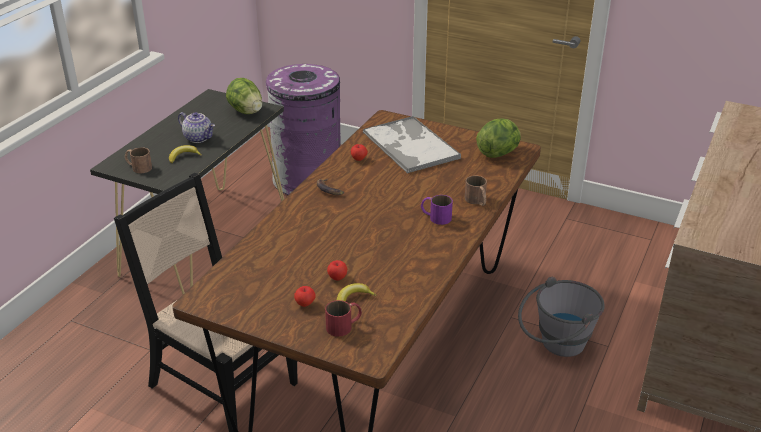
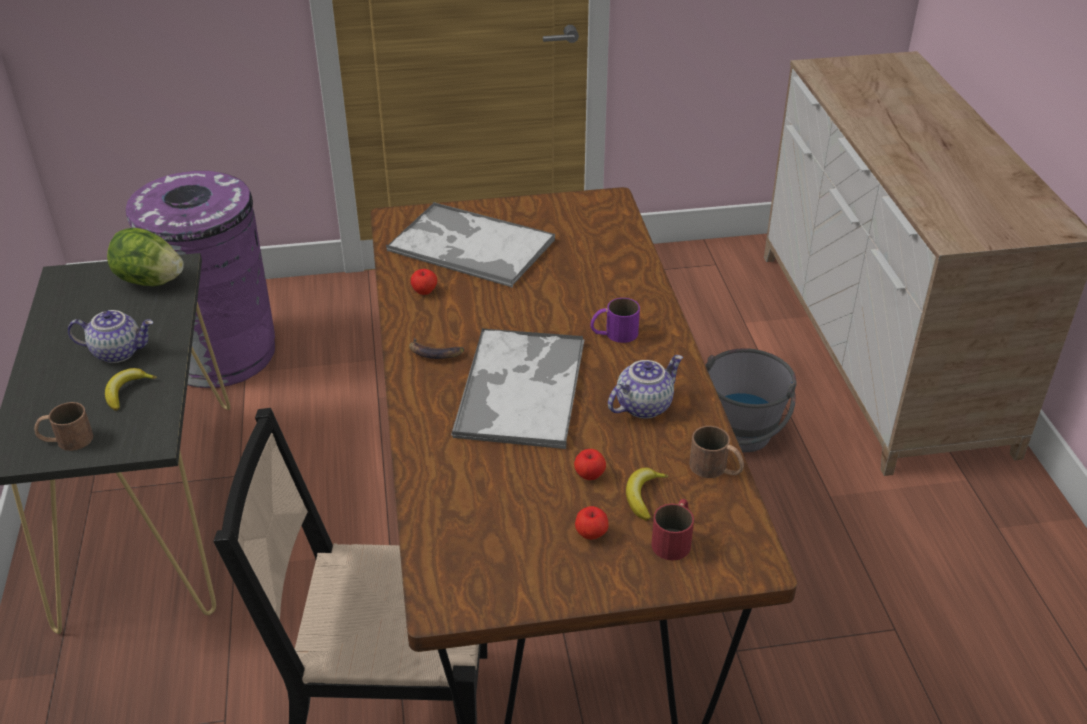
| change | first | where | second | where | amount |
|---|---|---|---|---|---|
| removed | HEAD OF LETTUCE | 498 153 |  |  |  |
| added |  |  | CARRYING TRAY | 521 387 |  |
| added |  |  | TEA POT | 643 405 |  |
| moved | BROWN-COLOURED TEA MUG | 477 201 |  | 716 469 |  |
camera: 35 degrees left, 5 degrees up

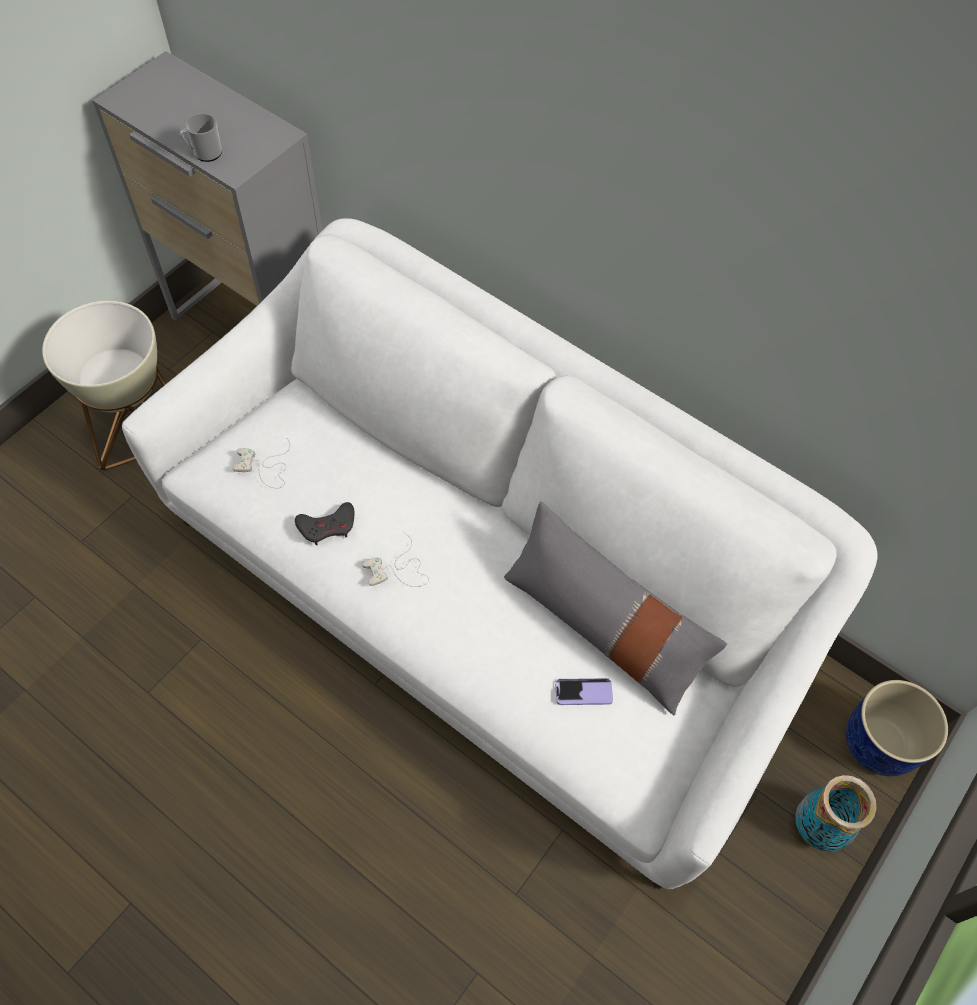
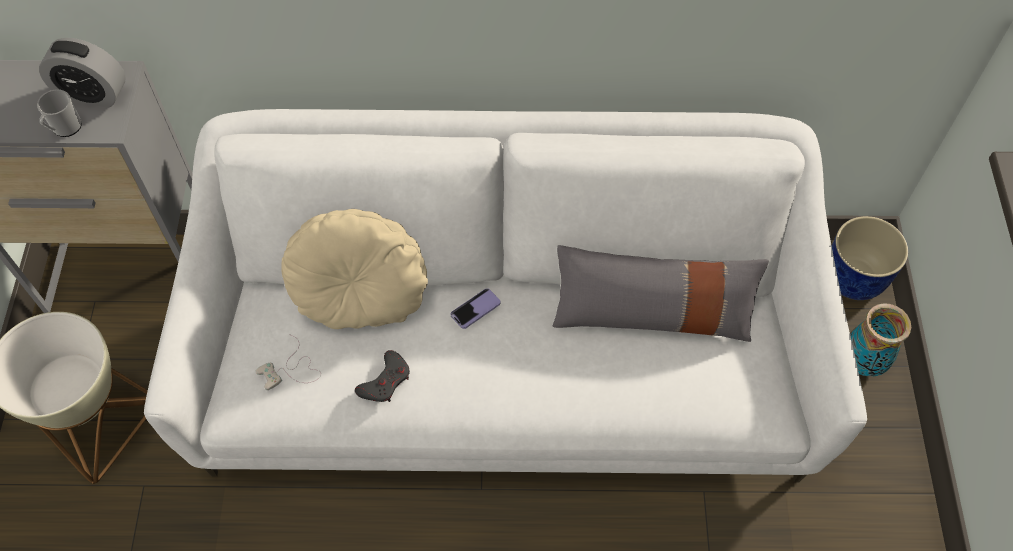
| change | first | where | second | where | amount |
|---|---|---|---|---|---|
| removed | WHITISH GAME CONTROLLER | 398 569 |  |  |  |
| added |  |  | BEDSIDE CLOCK | 92 94 |  |
| added |  |  | BEIGE-COLOURED THROW PILLOW | 362 303 |  |
| moved | HANDSET | 583 692 |  | 475 309 |  |
camera: 35 degrees left, 0 degrees up

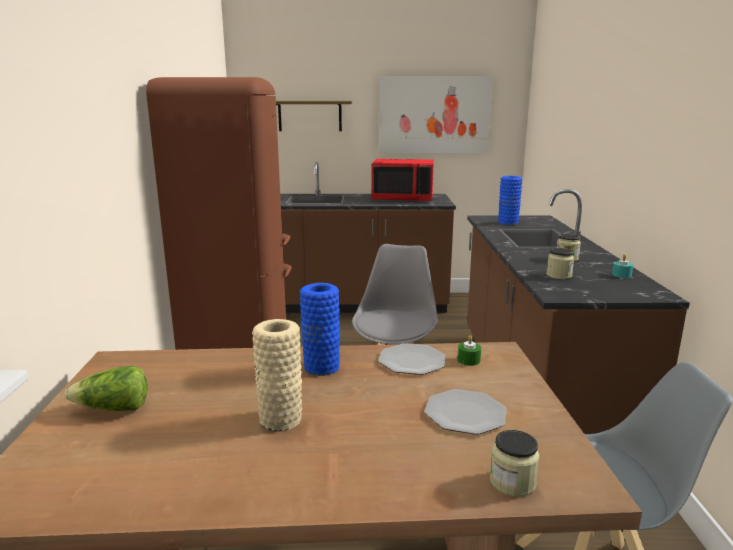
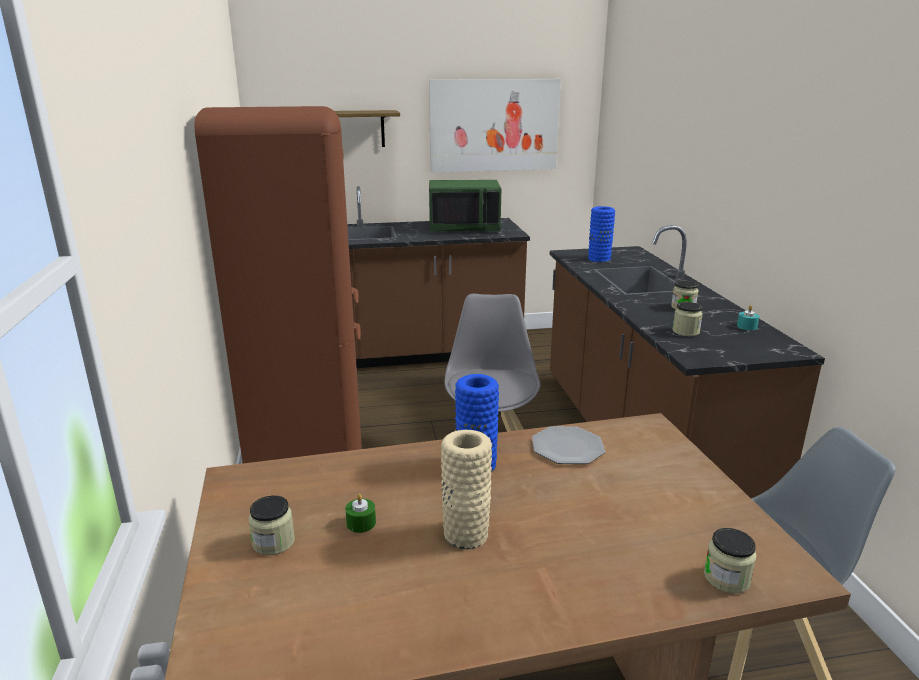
| change | first | where | second | where | amount |
|---|---|---|---|---|---|
| removed | FLAT DISH | 465 413 |  |  |  |
| moved | GREENISH WAX LIGHT | 468 360 |  | 361 523 |  |
| replaced | HEAD OF LETTUCE | 113 409 | STORAGE JAR | 273 542 |  |
| recoloured | REDDISH MICROWAVE | 403 198 | GREENISH MICROWAVE | 464 227 |  |
camera: 10 degrees left, 5 degrees up

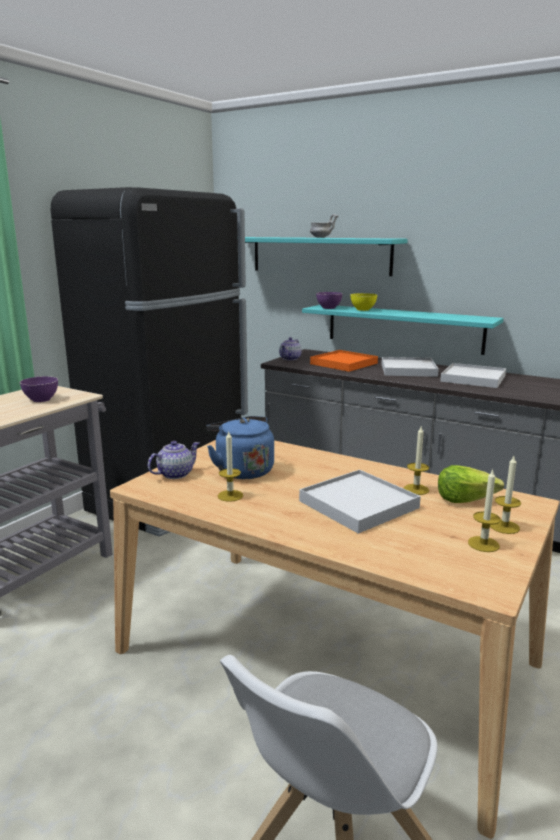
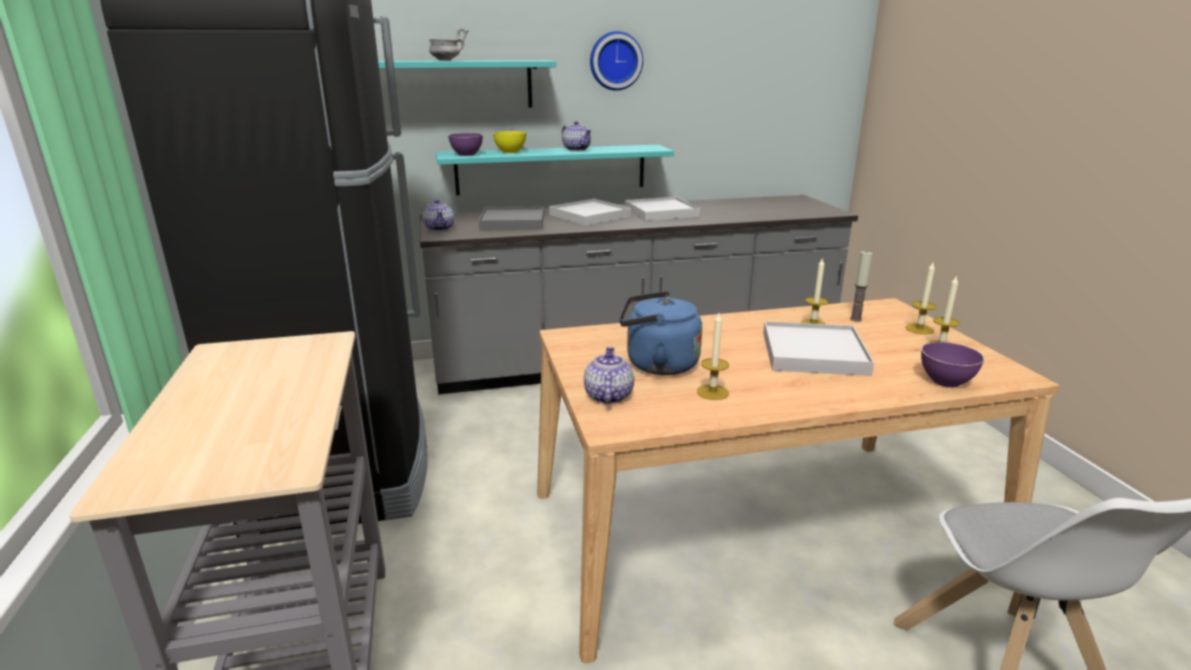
| change | first | where | second | where | amount |
|---|---|---|---|---|---|
| added |  |  | TEA POT | 576 149 |  |
| added |  |  | HANGING CLOCK | 615 61 |  |
| moved | PURPLE-COLOURED SERVING BOWL | 41 399 |  | 946 381 |  |
| replaced | HEAD OF LETTUCE | 465 499 | WAX LIGHT | 855 319 |  |
| recoloured | ORANGE CARRYING TRAY | 344 363 | GREY CARRYING TRAY | 513 222 |  |
camera: 45 degrees left, 5 degrees up

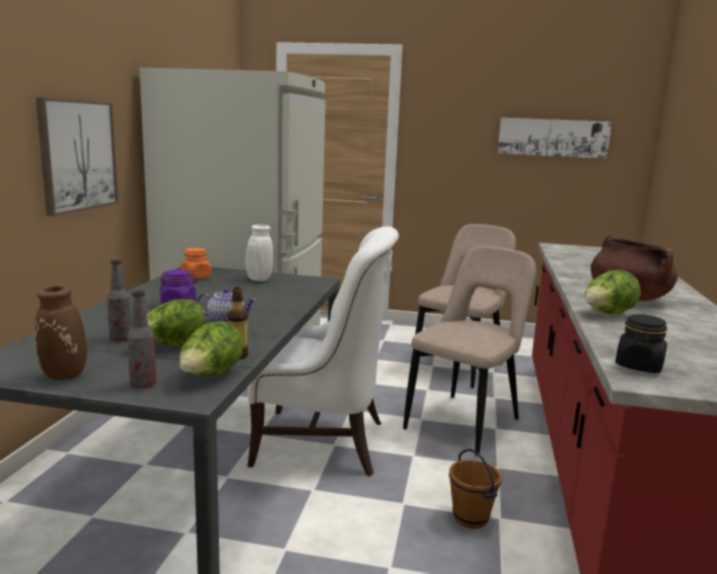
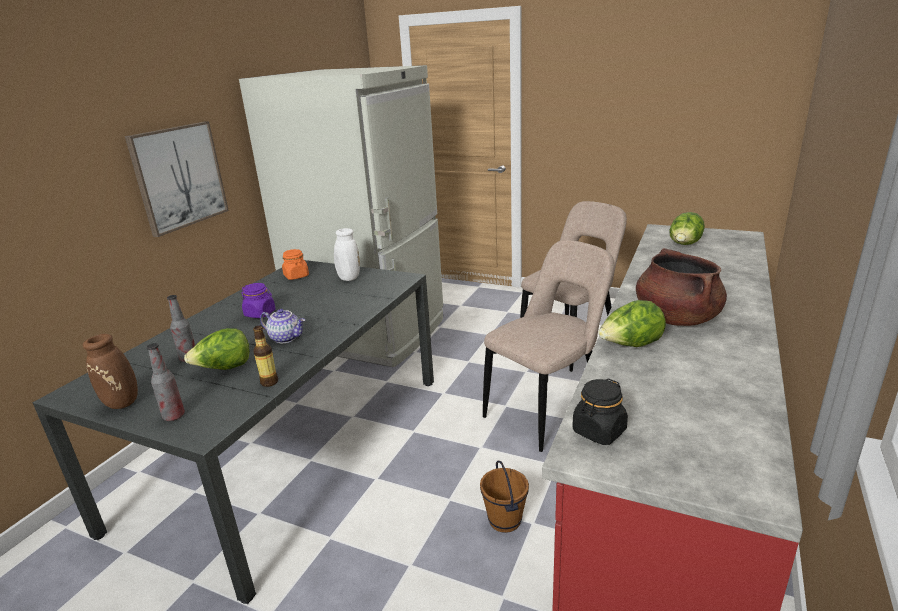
| change | first | where | second | where | amount |
|---|---|---|---|---|---|
| removed | WHITISH PLAIN CHAIR | 322 442 |  |  |  |
| removed | PICTURE | 552 137 |  |  |  |
| moved | HEAD OF LETTUCE | 210 376 |  | 684 245 |  |
camera: 15 degrees right, 10 degrees up

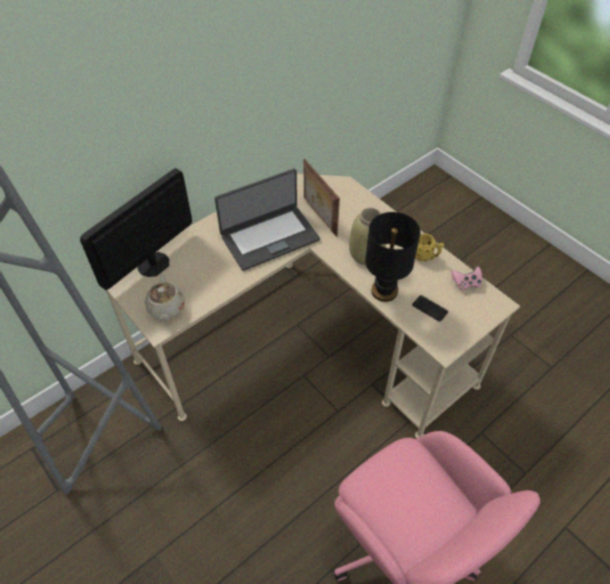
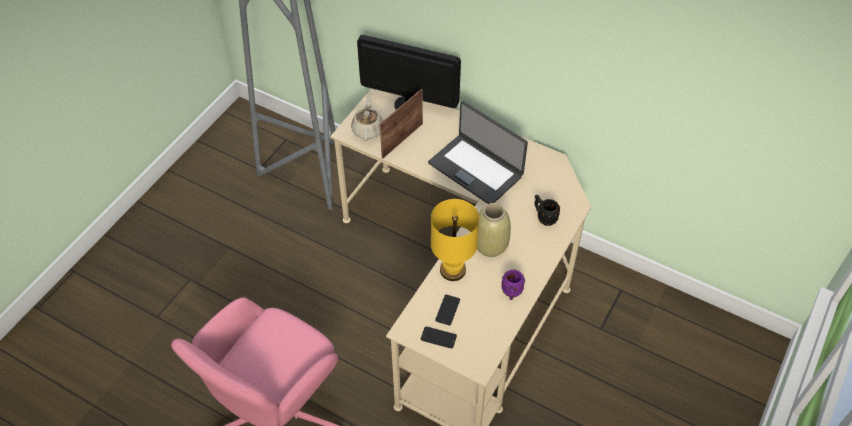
| change | first | where | second | where | amount |
|---|---|---|---|---|---|
| removed | PINK GAME CONTROLLER | 466 283 |  |  |  |
| added |  |  | HANDSET | 438 337 |  |
| added |  |  | BLACKISH TEA MUG | 544 217 |  |
| moved | PHOTO FRAME | 319 216 |  | 401 140 |  |
| recoloured | BLACKISH TABLETOP LAMP | 383 291 | YELLOW TABLETOP LAMP | 452 269 |  |
| recoloured | YELLOW TEA MUG | 425 257 | PURPLE-COLOURED TEA MUG | 511 293 |  |
| turned | BEIGE-COLOURED TEA POT | 166 308 |  | 368 130 | 120 degrees clockwise |
camera: 70 degrees right, 0 degrees up

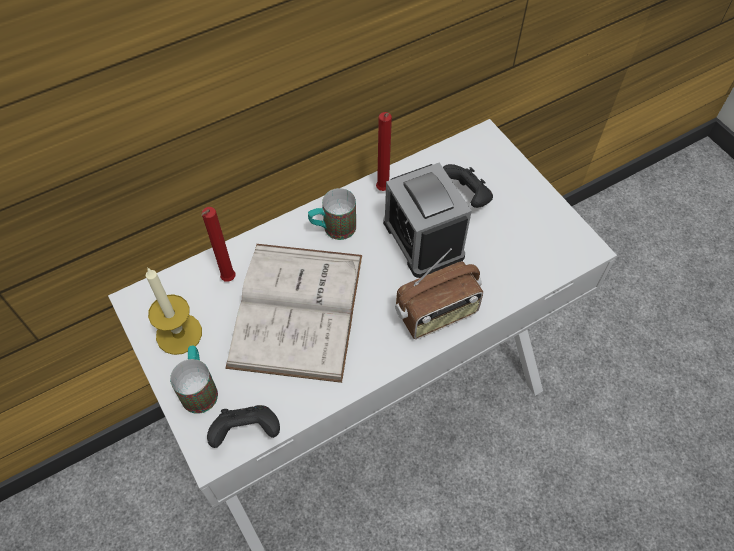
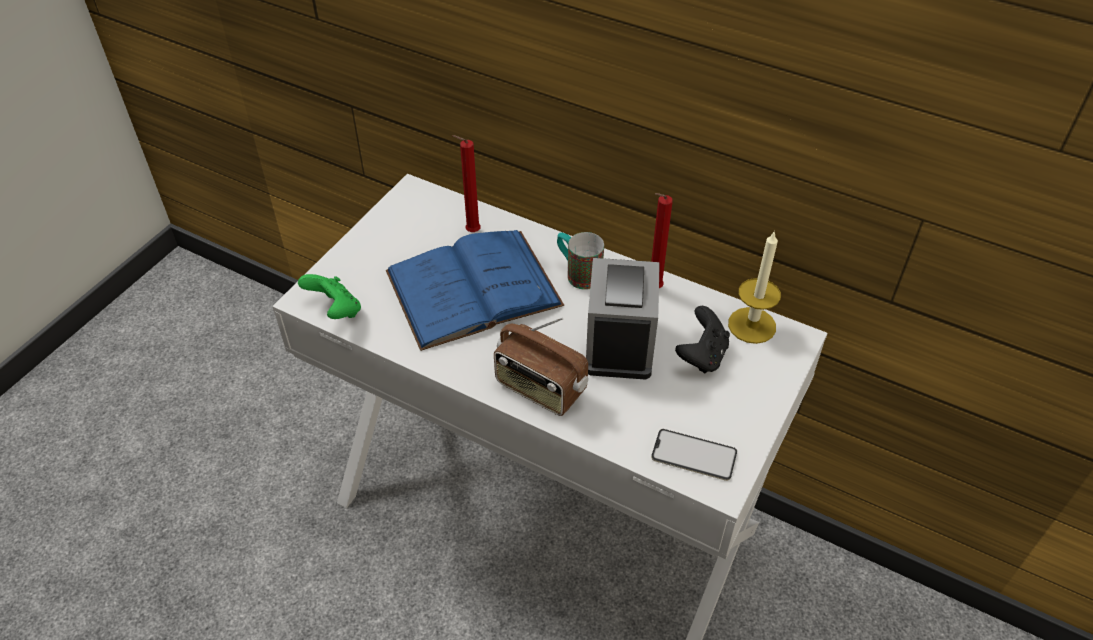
| change | first | where | second | where | amount |
|---|---|---|---|---|---|
| removed | TEA MUG | 199 388 |  |  |  |
| added |  |  | HANDSET | 694 455 |  |
| moved | WAX LIGHT | 179 334 |  | 752 325 |  |
| recoloured | BLACKISH GAME CONTROLLER | 247 432 | GREENISH GAME CONTROLLER | 335 311 |  |
| recoloured | WHITISH VOLUME | 297 309 | BLUISH VOLUME | 473 288 |  |
| turned | BEDSIDE CLOCK | 423 239 |  | 619 342 | 150 degrees clockwise |
camera: 60 degrees right, 10 degrees down

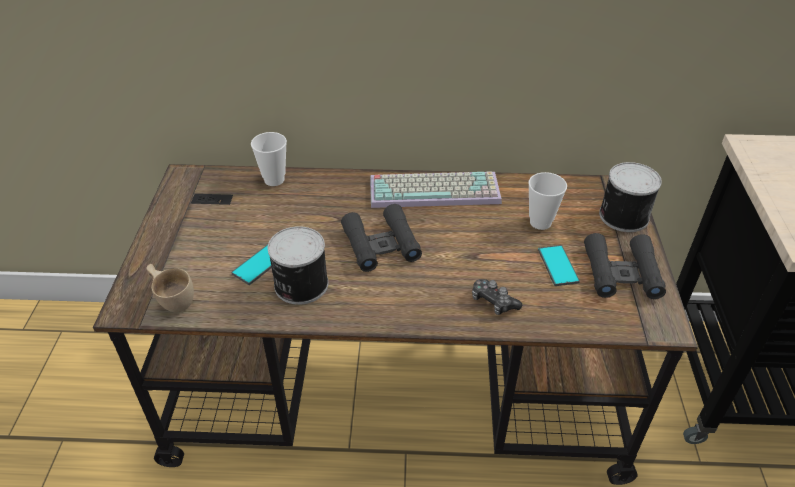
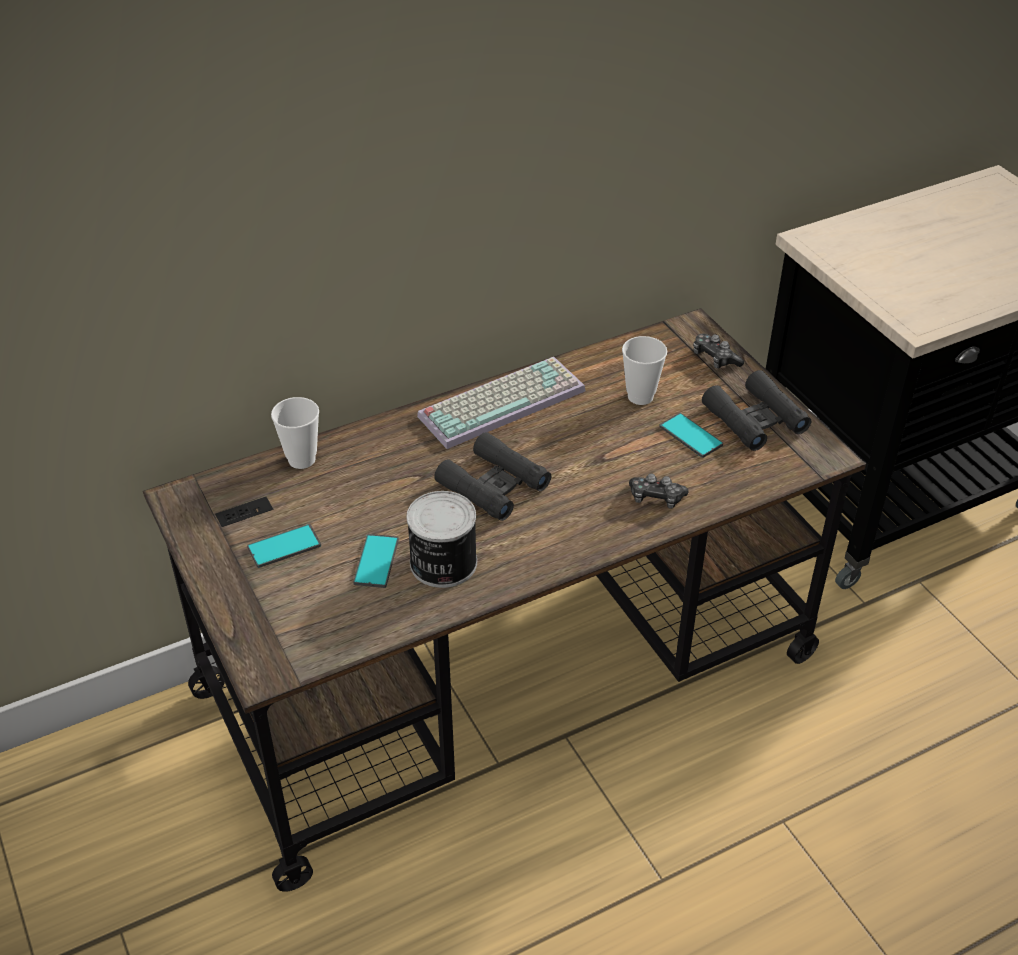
| change | first | where | second | where | amount |
|---|---|---|---|---|---|
| removed | BEIGE-COLOURED SMALL CUP | 173 298 |  |  |  |
| added |  |  | HANDSET | 284 546 |  |
| replaced | SEALED CAN | 622 215 | GAME CONTROLLER | 715 358 |  |
camera: 30 degrees left, 0 degrees up

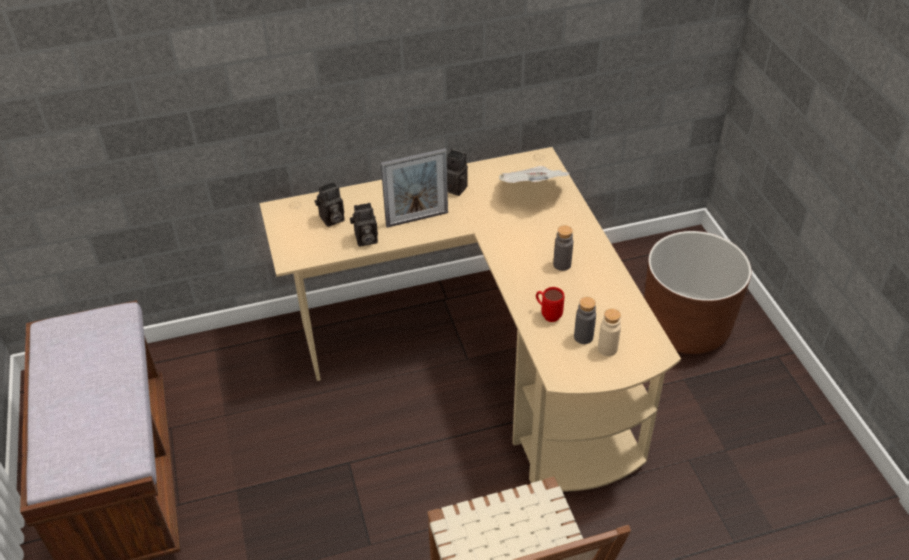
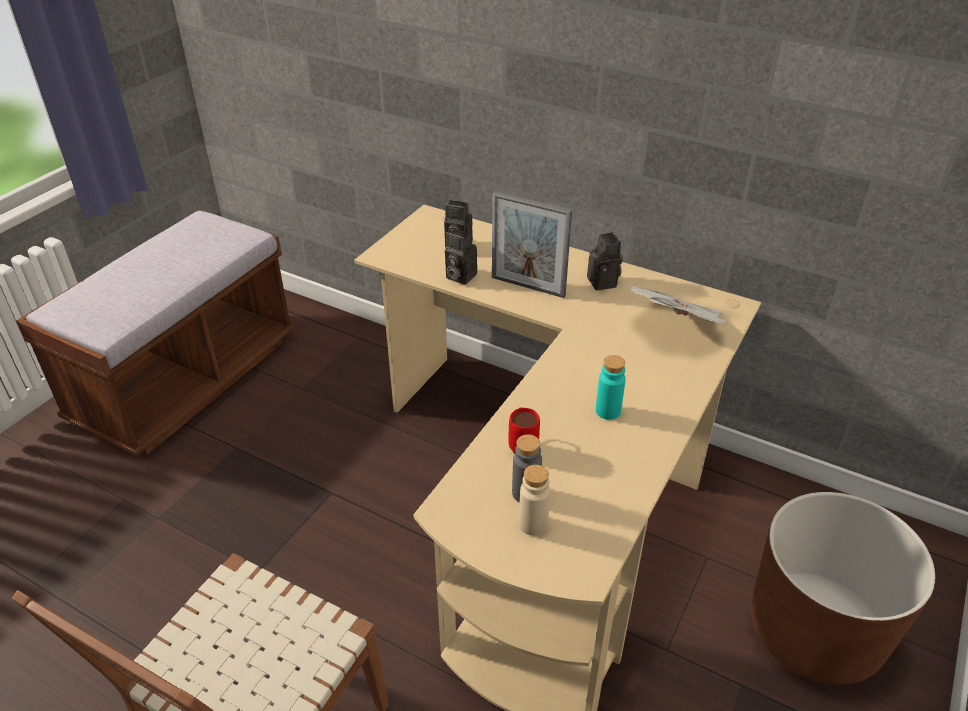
| change | first | where | second | where | amount |
|---|---|---|---|---|---|
| recoloured | GREY BOTTLE | 562 264 | TURQUOISE BOTTLE | 608 411 |  |
camera: 45 degrees right, 5 degrees down

